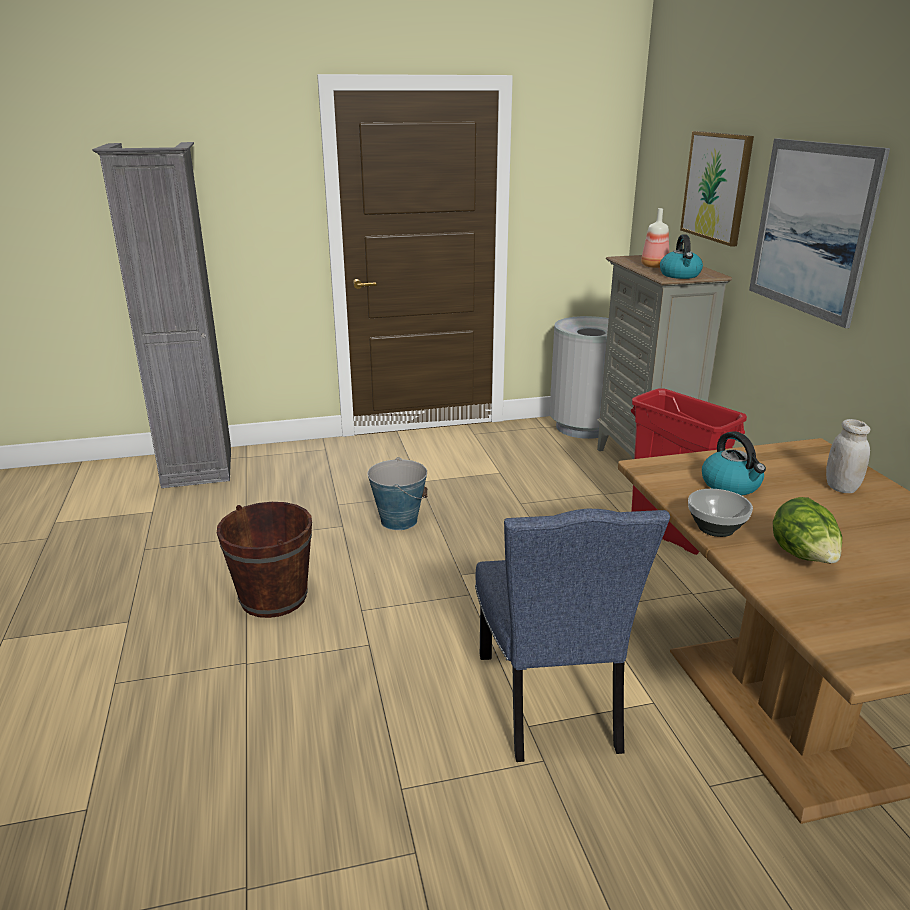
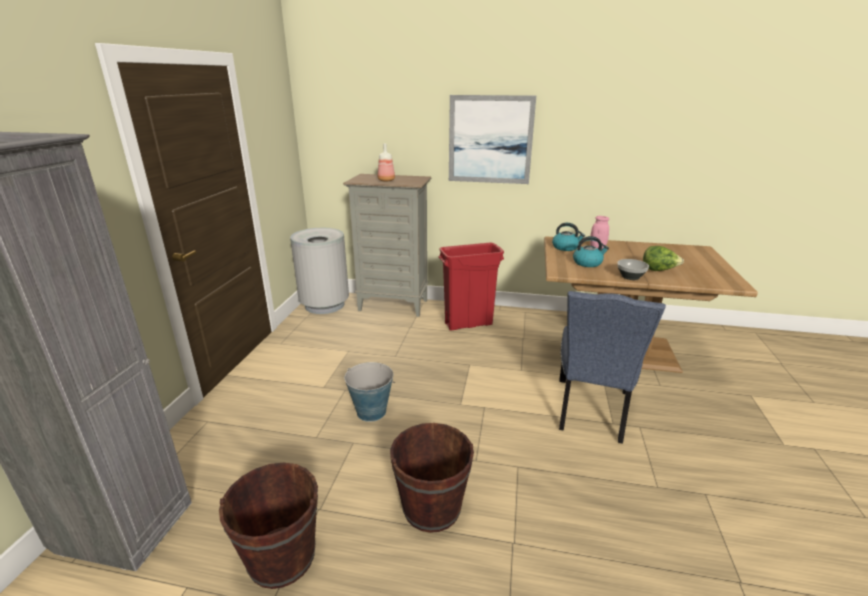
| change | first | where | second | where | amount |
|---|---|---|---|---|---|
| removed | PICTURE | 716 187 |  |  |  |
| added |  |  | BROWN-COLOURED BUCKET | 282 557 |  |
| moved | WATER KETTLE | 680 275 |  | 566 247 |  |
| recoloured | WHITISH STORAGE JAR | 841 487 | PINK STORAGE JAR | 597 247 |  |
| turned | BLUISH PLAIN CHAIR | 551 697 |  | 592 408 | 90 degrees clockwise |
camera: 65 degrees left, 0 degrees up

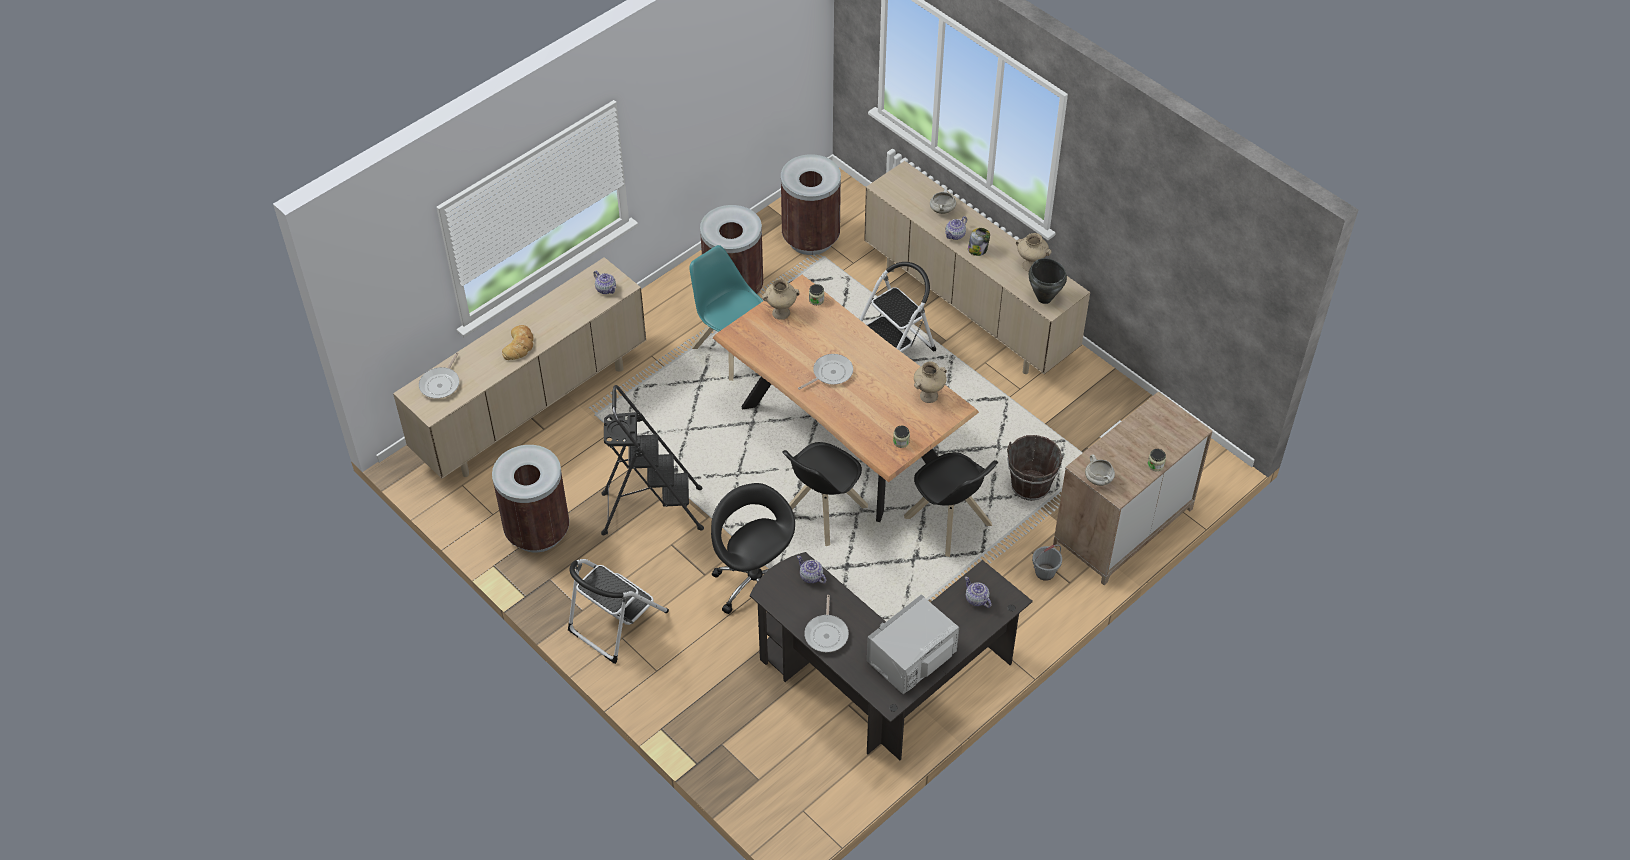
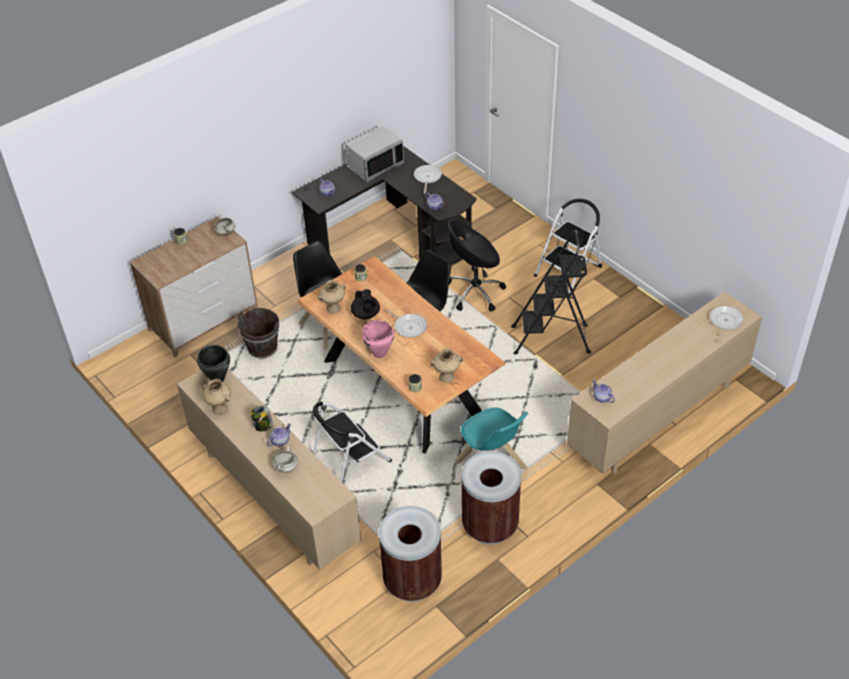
| change | first | where | second | where | amount |
|---|---|---|---|---|---|
| removed | BROWN-COLOURED TRASH CAN | 537 531 |  |  |  |
| removed | BAKED BREAD | 519 345 |  |  |  |
| removed | GREY BUCKET | 1045 572 |  |  |  |
| added |  |  | BLACKISH TEA POT | 366 314 |  |
| added |  |  | PINK SAUCEPOT | 379 354 |  |
| turned | BLACKISH COMPUTER CHAIR | 755 582 |  | 473 292 | 105 degrees clockwise |
| turned | PAN | 830 373 |  | 409 327 | 105 degrees counterclockwise |
camera: 175 degrees left, 5 degrees down

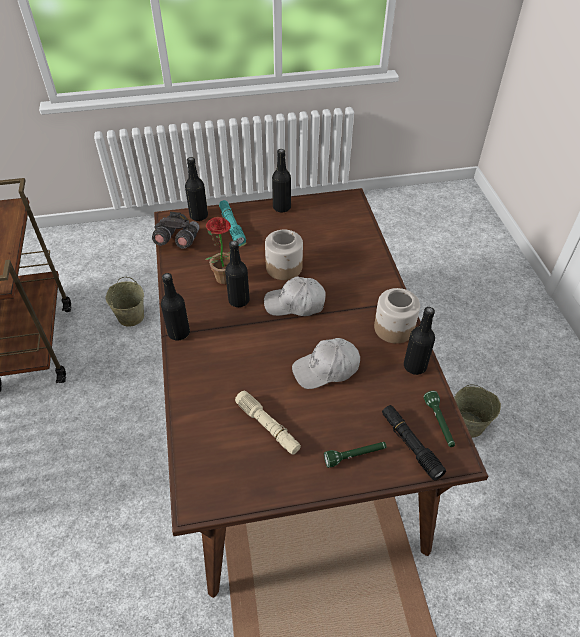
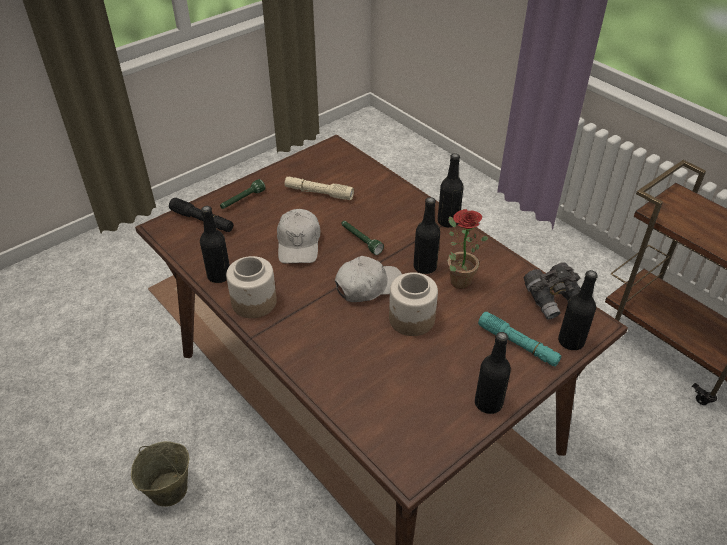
| change | first | where | second | where | amount |
|---|---|---|---|---|---|
| removed | BEIGE-COLOURED BUCKET | 130 316 |  |  |  |
| moved | GREENISH TORCH | 439 423 |  | 360 241 |  |
| turned | WHITISH CAP | 326 369 |  | 299 244 | 135 degrees clockwise |
camera: 150 degrees right, 5 degrees down

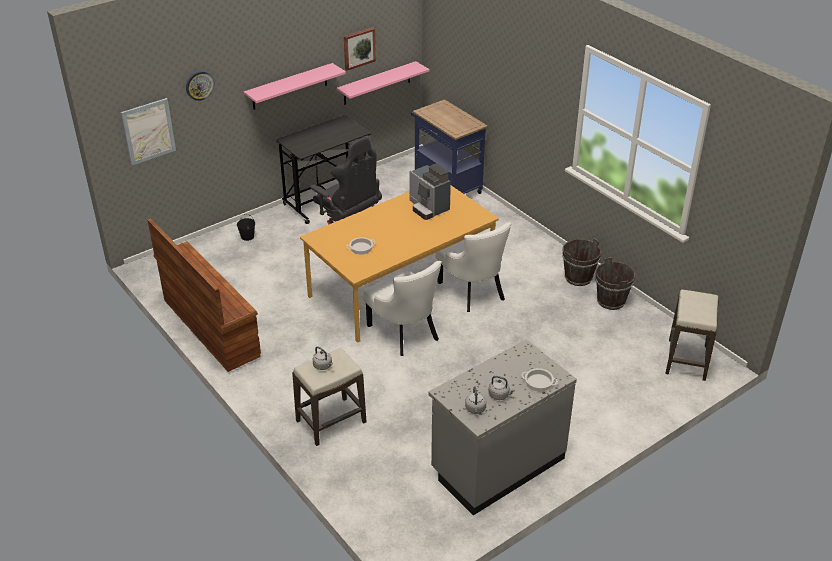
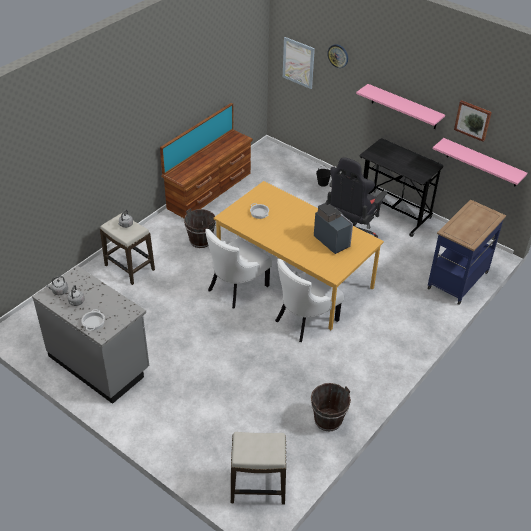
| change | first | where | second | where | amount |
|---|---|---|---|---|---|
| moved | BROWN-COLOURED BUCKET | 578 277 |  | 201 241 |  |
| turned | COFFEE BREWER | 428 208 |  | 332 240 | 105 degrees clockwise |
camera: 75 degrees right, 5 degrees up

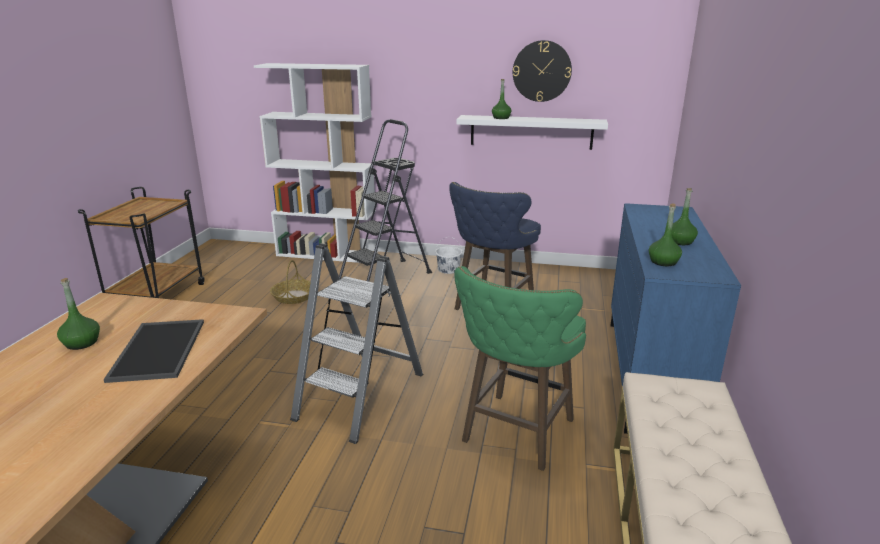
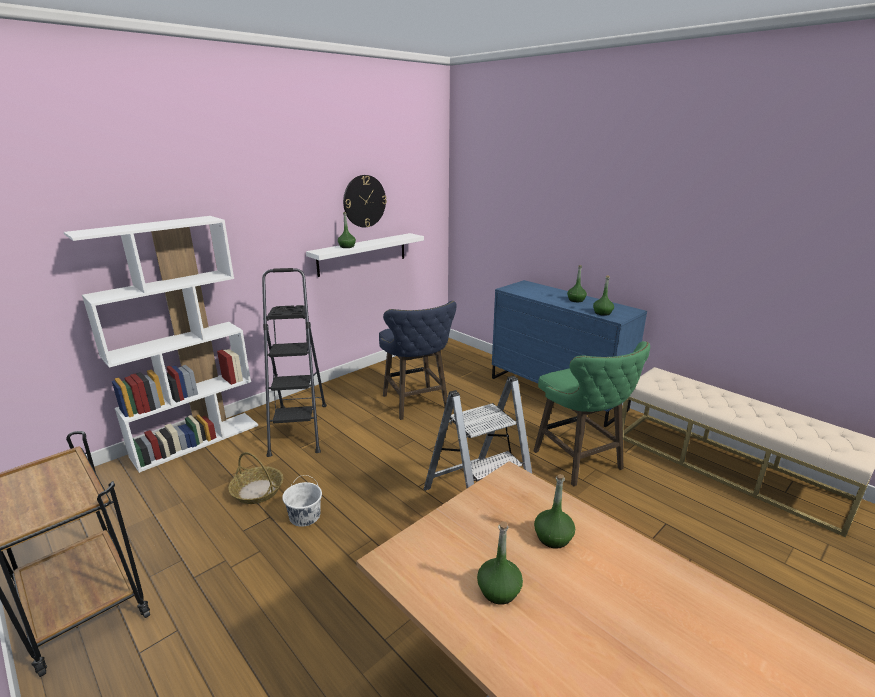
| change | first | where | second | where | amount |
|---|---|---|---|---|---|
| moved | WHITISH BUCKET | 448 269 |  | 304 516 |  |
| replaced | CARRYING TRAY | 157 349 | GREENISH BOTTLE | 553 537 |  |
camera: 55 degrees left, 0 degrees up

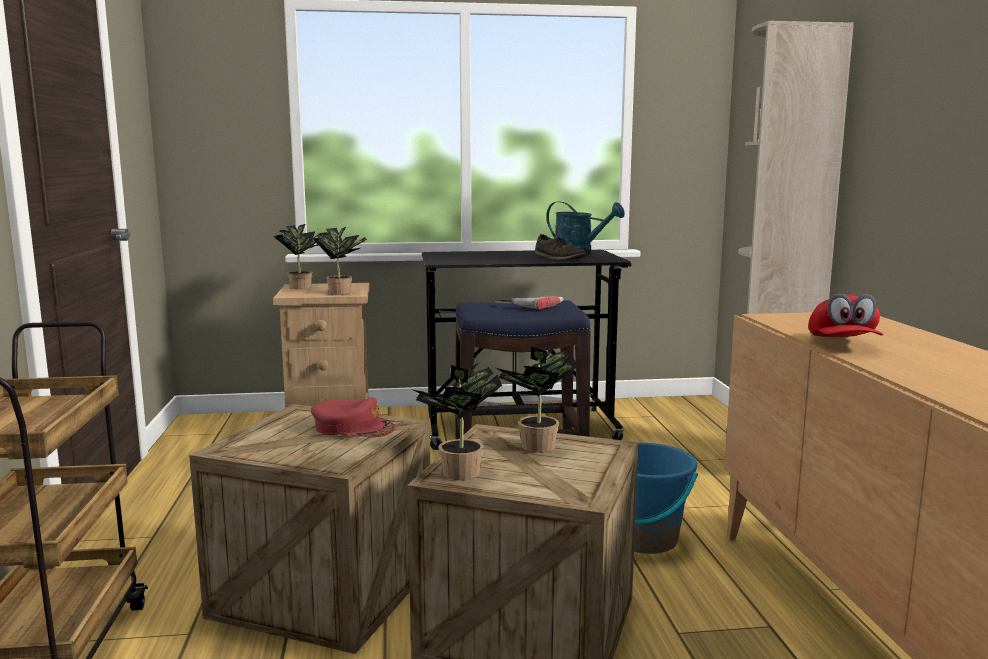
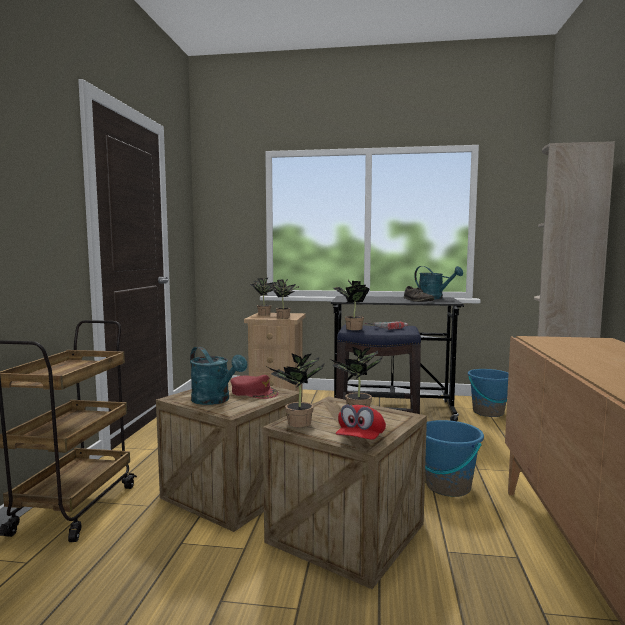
| change | first | where | second | where | amount |
|---|---|---|---|---|---|
| added |  |  | TURQUOISE SPRINKLING CAN | 215 400 |  |
| added |  |  | POTTED PLANT | 351 328 |  |
| added |  |  | BLUISH BUCKET | 488 412 |  |
| moved | REDDISH CAP | 843 345 |  | 360 440 |  |
camera: 15 degrees right, 5 degrees down

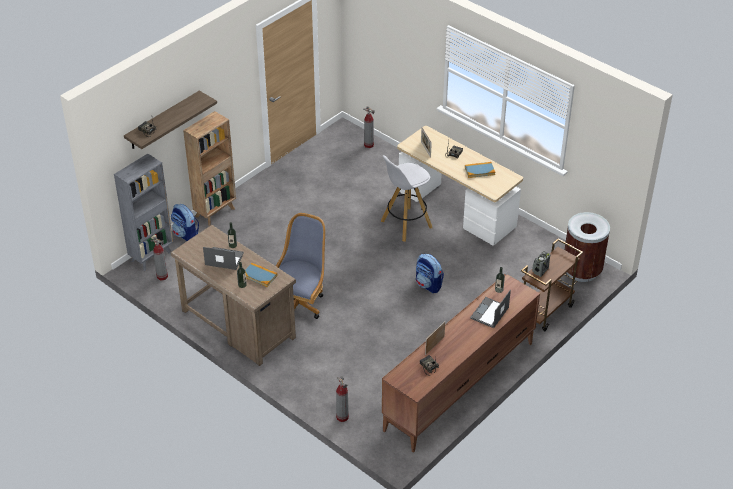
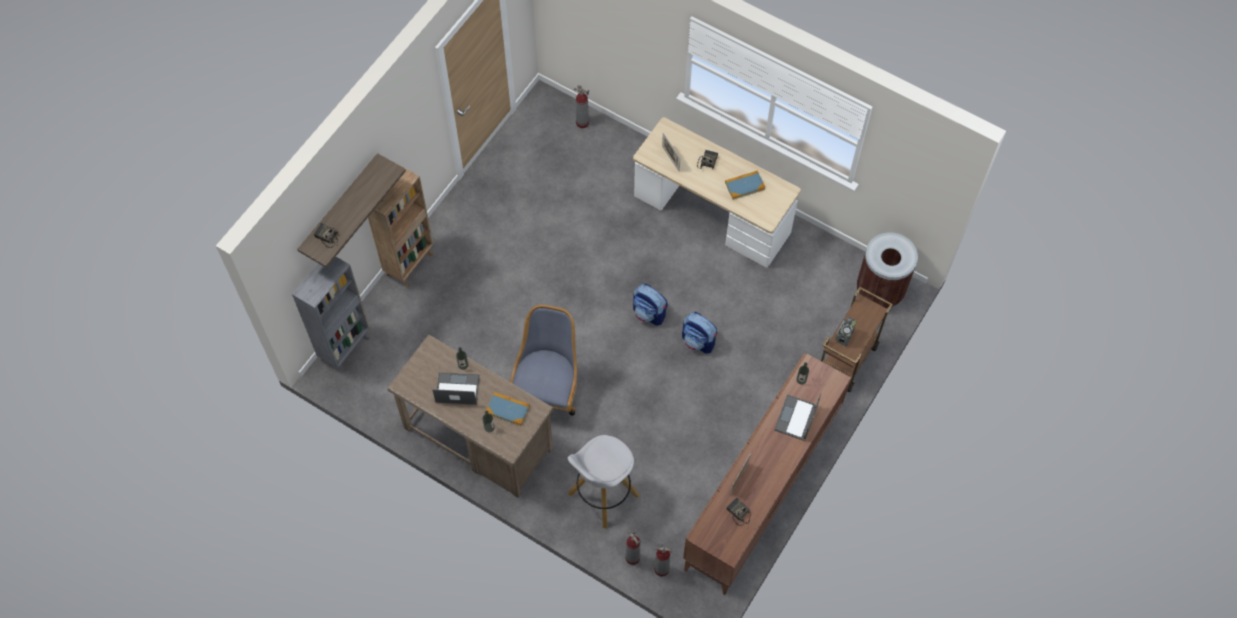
| change | first | where | second | where | amount |
|---|---|---|---|---|---|
| moved | EXTINGUISHER | 162 276 |  | 661 569 |  |
| moved | KNAPSACK | 186 234 |  | 649 313 |  |
| moved | WHITISH STOOL SEAT | 405 225 |  | 602 495 |  |
camera: 10 degrees left, 20 degrees up

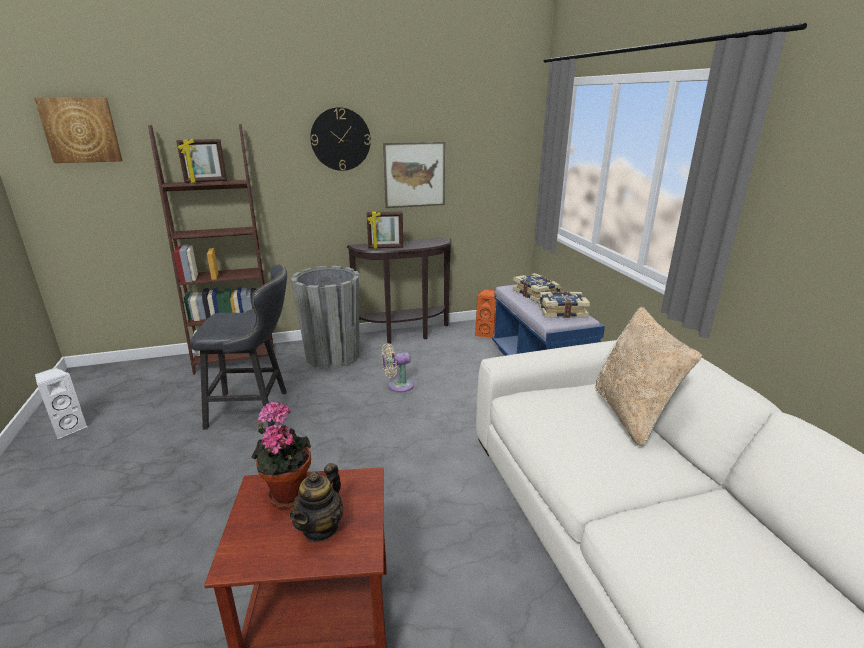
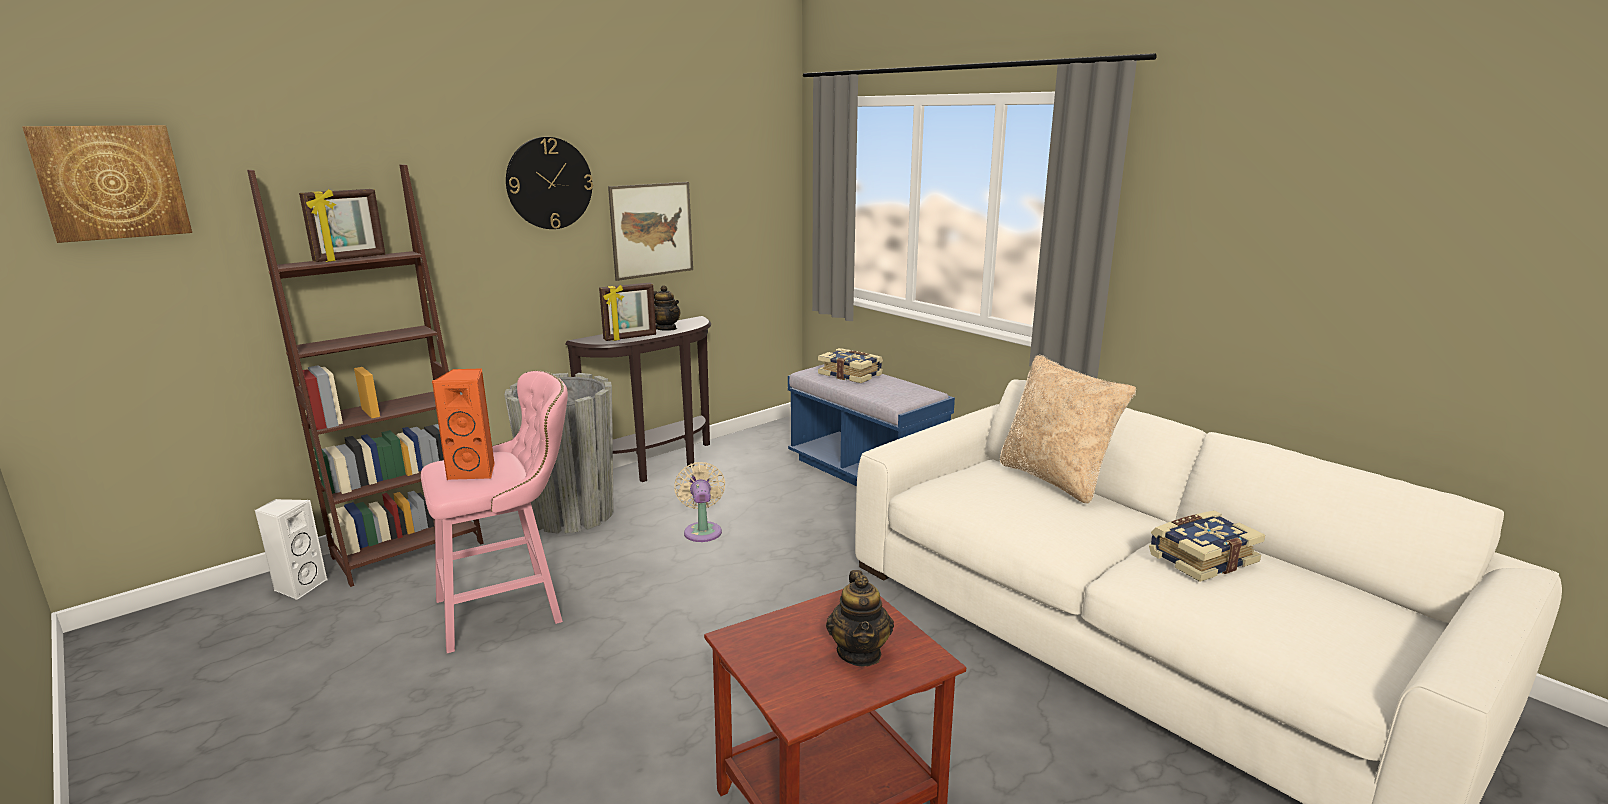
| change | first | where | second | where | amount |
|---|---|---|---|---|---|
| removed | POTTED PLANT | 287 493 |  |  |  |
| added |  |  | TEA POT | 666 328 |  |
| moved | WHITISH LOUDSPEAKER | 69 428 |  | 299 587 |  |
| moved | ORANGE LOUDSPEAKER | 486 334 |  | 475 471 |  |
| moved | VOLUME | 561 311 |  | 1200 558 |  |
| recoloured | GREY STOOL SEAT | 258 409 | PINK STOOL SEAT | 516 606 |  |
| turned | BEIGE-COLOURED FAN | 397 386 |  | 702 530 | 120 degrees clockwise |
camera: 25 degrees left, 5 degrees down

